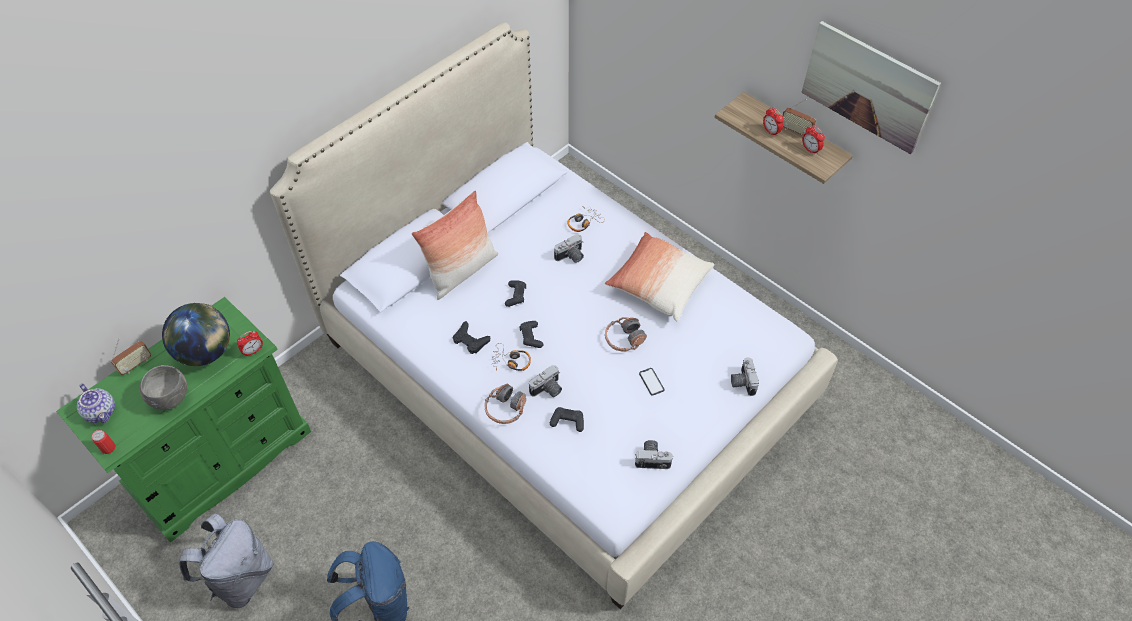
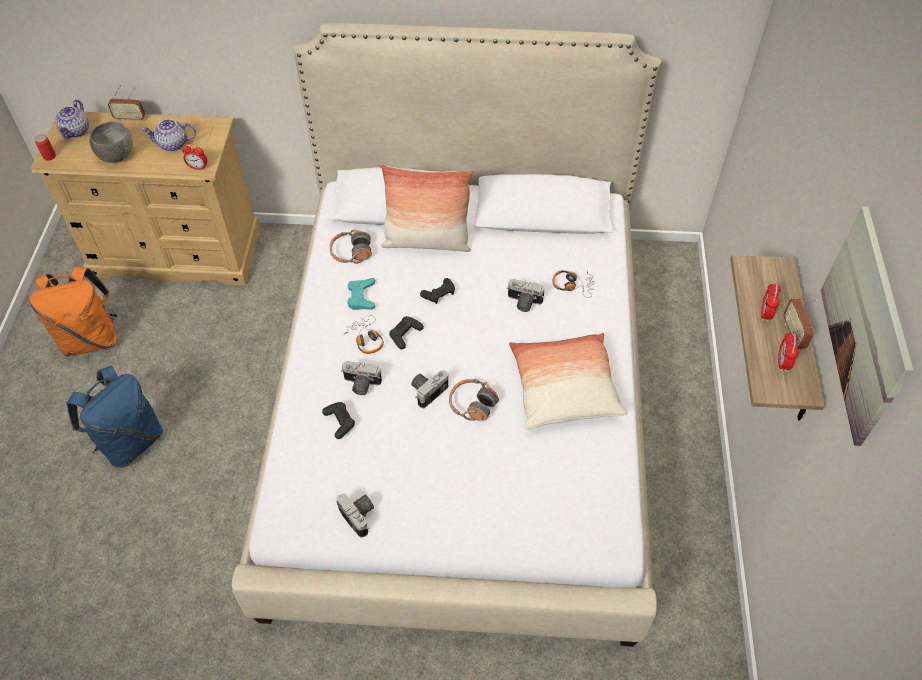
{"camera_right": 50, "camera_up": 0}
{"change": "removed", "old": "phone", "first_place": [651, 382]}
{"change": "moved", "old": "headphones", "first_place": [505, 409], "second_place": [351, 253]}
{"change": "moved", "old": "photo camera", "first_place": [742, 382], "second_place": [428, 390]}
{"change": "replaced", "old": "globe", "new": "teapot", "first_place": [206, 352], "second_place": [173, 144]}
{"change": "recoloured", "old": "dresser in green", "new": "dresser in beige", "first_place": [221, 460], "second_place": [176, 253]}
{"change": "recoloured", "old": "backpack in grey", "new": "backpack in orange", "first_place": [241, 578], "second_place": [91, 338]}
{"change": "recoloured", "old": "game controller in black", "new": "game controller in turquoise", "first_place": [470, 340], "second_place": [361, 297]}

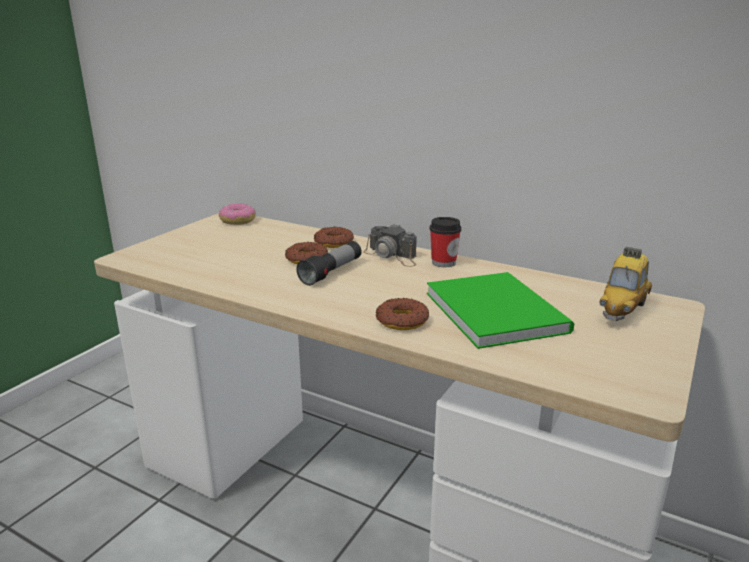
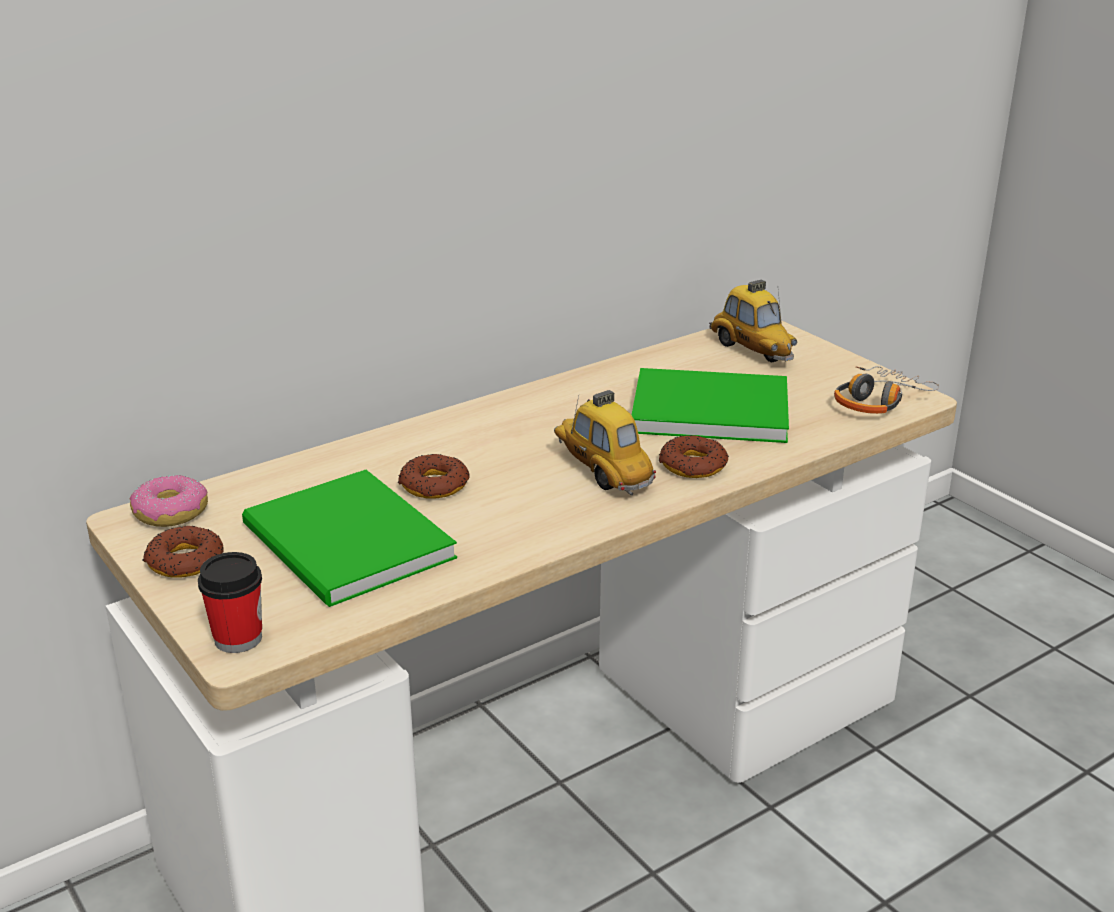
{"camera_right": -65, "camera_up": 5}
{"change": "removed", "old": "flashlight", "first_place": [331, 272]}
{"change": "removed", "old": "photo camera", "first_place": [392, 256]}
{"change": "added", "new": "book in green", "second_place": [346, 546]}
{"change": "added", "new": "toy car", "second_place": [601, 471]}
{"change": "added", "new": "headphones", "second_place": [877, 401]}
{"change": "moved", "old": "donut", "first_place": [333, 242], "second_place": [185, 561]}
{"change": "moved", "old": "cup", "first_place": [443, 262], "second_place": [238, 638]}

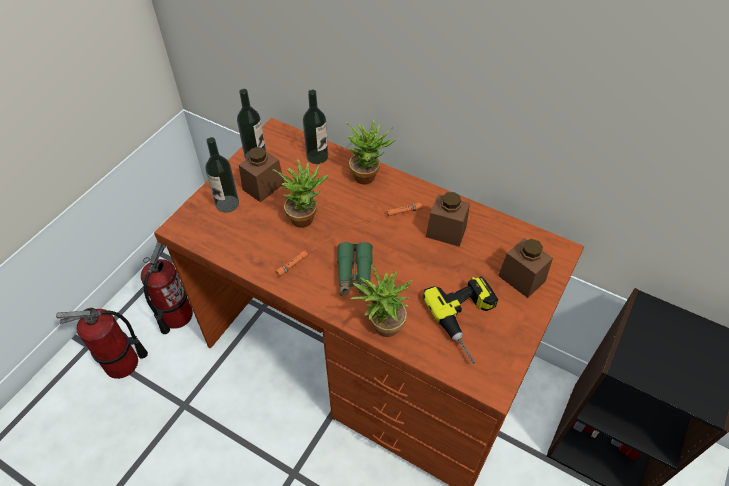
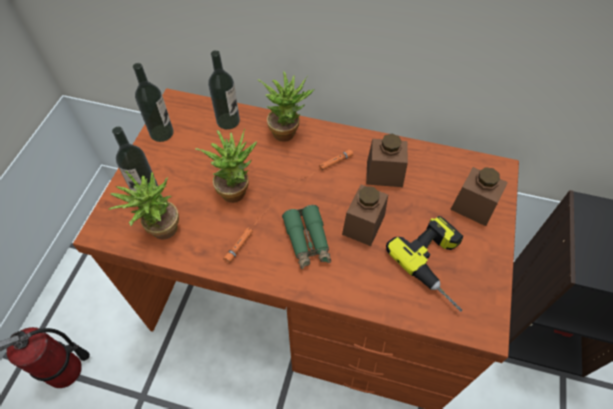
{"camera_right": -15, "camera_up": 5}
{"change": "removed", "old": "fire extinguisher", "first_place": [176, 315]}
{"change": "moved", "old": "jar in brown", "first_place": [263, 186], "second_place": [363, 225]}
{"change": "moved", "old": "potted plant", "first_place": [381, 327], "second_place": [159, 230]}

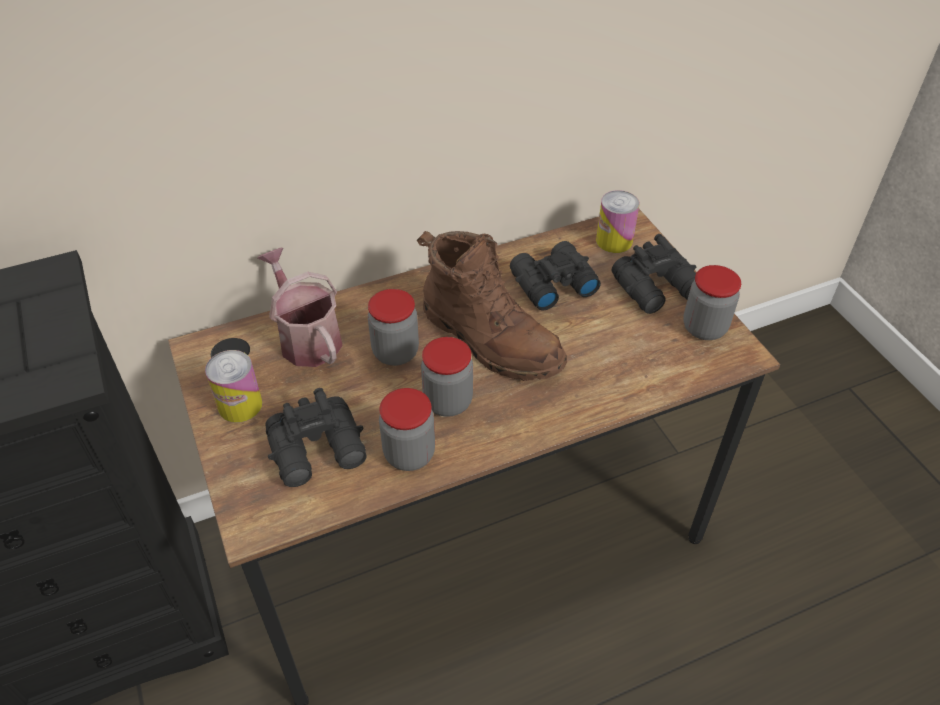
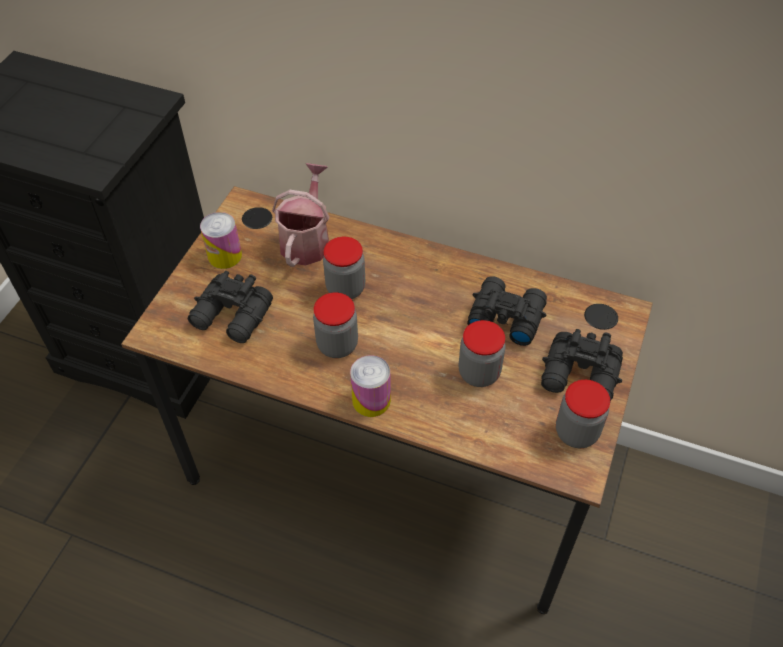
{"camera_right": 45, "camera_up": 5}
{"change": "removed", "old": "boot in brown", "first_place": [490, 339]}
{"change": "moved", "old": "jar", "first_place": [409, 454], "second_place": [479, 373]}
{"change": "moved", "old": "can", "first_place": [614, 241], "second_place": [371, 400]}

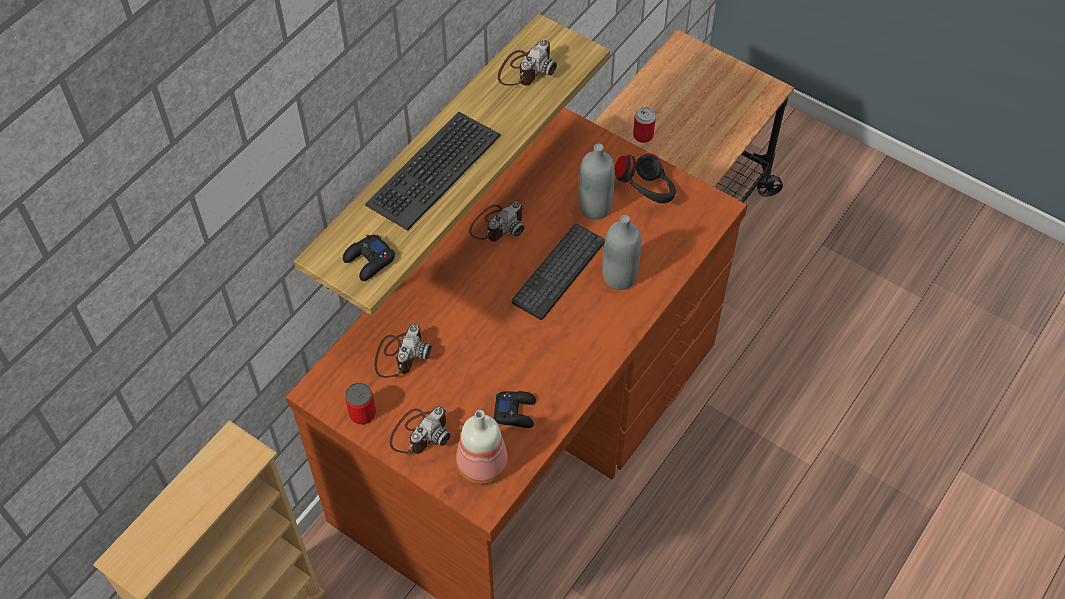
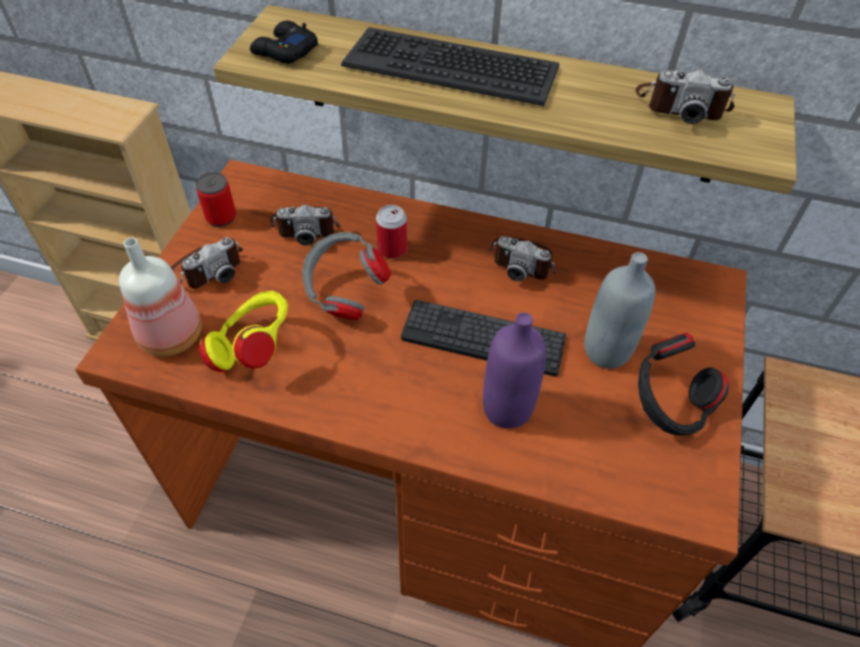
{"camera_right": 70, "camera_up": -5}
{"change": "added", "new": "headphones in grey", "second_place": [344, 294]}
{"change": "moved", "old": "can", "first_place": [643, 135], "second_place": [392, 249]}
{"change": "replaced", "old": "game controller in black", "new": "headphones in yellow", "first_place": [515, 412], "second_place": [254, 349]}
{"change": "recoloured", "old": "bottle in grey", "new": "bottle in purple", "first_place": [619, 277], "second_place": [507, 408]}
{"change": "turned", "old": "photo camera", "first_place": [419, 432], "second_place": [206, 268], "degrees": -60}

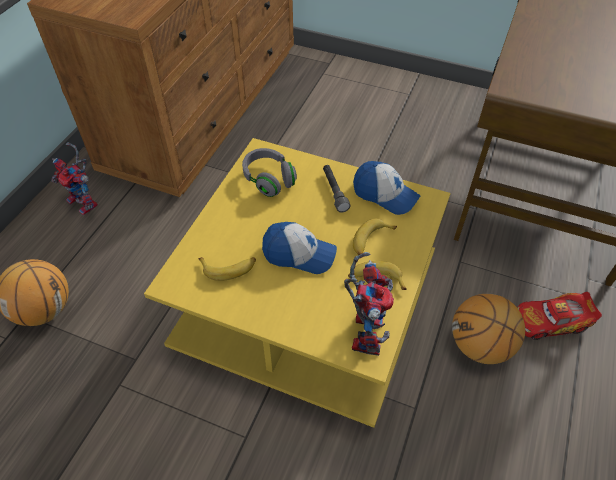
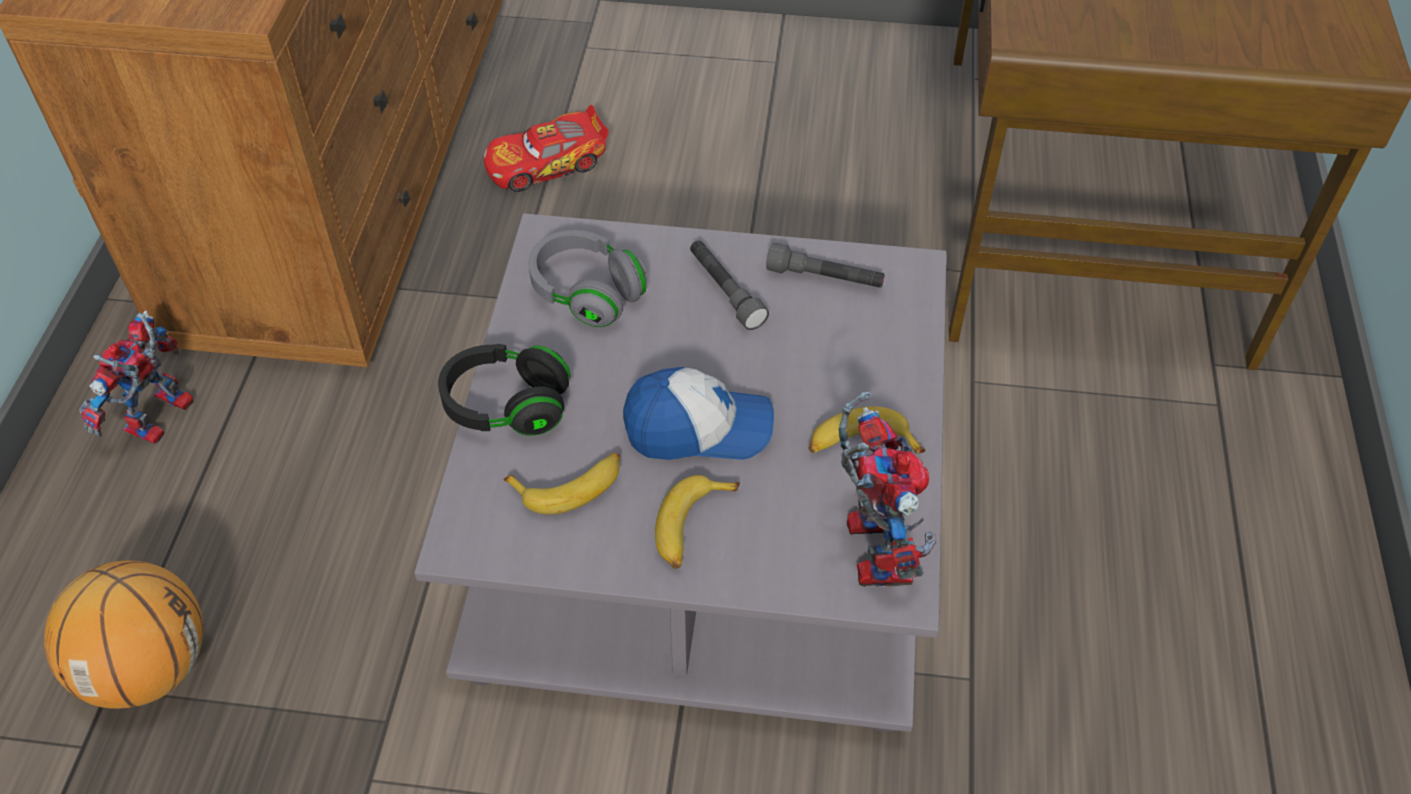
{"camera_right": -15, "camera_up": 0}
{"change": "removed", "old": "basketball", "first_place": [480, 345]}
{"change": "added", "new": "headphones in black", "second_place": [507, 406]}
{"change": "moved", "old": "banana", "first_place": [370, 241], "second_place": [692, 527]}
{"change": "moved", "old": "toy car", "first_place": [551, 321], "second_place": [547, 164]}
{"change": "replaced", "old": "cap", "new": "flashlight in grey", "first_place": [385, 194], "second_place": [825, 278]}
{"change": "recoloured", "old": "coffee table in yellow", "new": "coffee table in grey", "first_place": [306, 302], "second_place": [701, 526]}
{"change": "turned", "old": "toy robot", "first_place": [86, 203], "second_place": [160, 422], "degrees": 90}

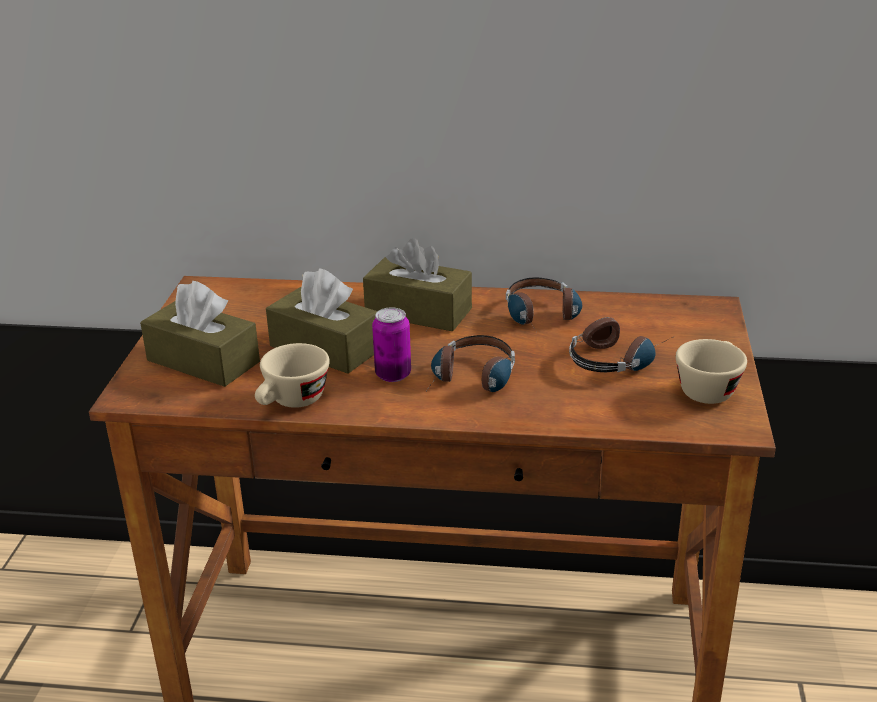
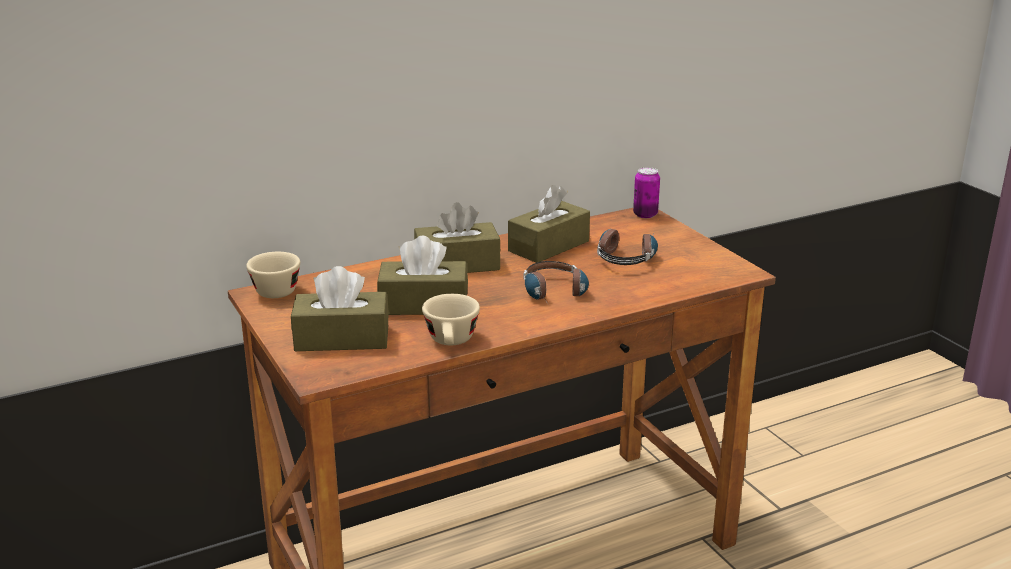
{"camera_right": -35, "camera_up": -5}
{"change": "moved", "old": "can", "first_place": [393, 375], "second_place": [645, 215]}
{"change": "moved", "old": "cup in beige", "first_place": [709, 388], "second_place": [276, 289]}
{"change": "replaced", "old": "headphones", "new": "tissue box in brown", "first_place": [544, 318], "second_place": [548, 246]}

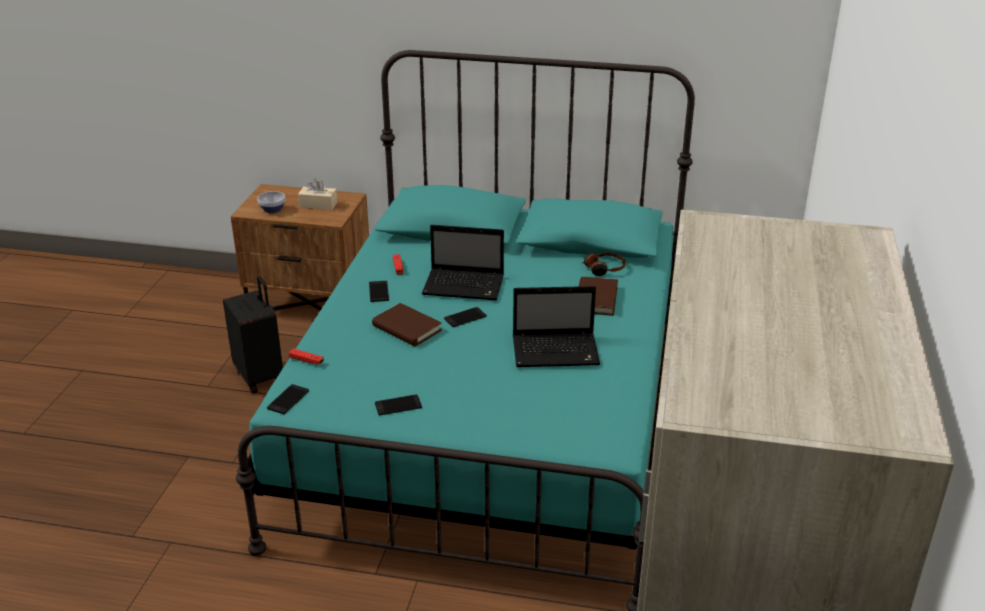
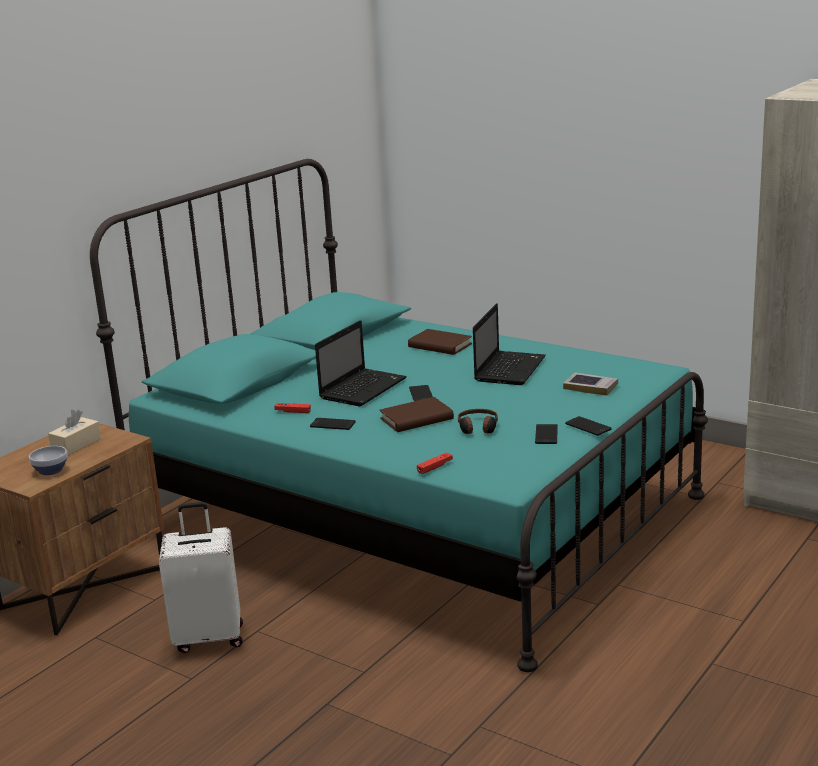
{"camera_right": -65, "camera_up": -10}
{"change": "added", "new": "book", "second_place": [590, 387]}
{"change": "moved", "old": "phone", "first_place": [288, 399], "second_place": [588, 426]}
{"change": "moved", "old": "headphones", "first_place": [603, 269], "second_place": [478, 428]}
{"change": "recoloured", "old": "suitcase in black", "new": "suitcase in white", "first_place": [261, 376], "second_place": [209, 637]}

